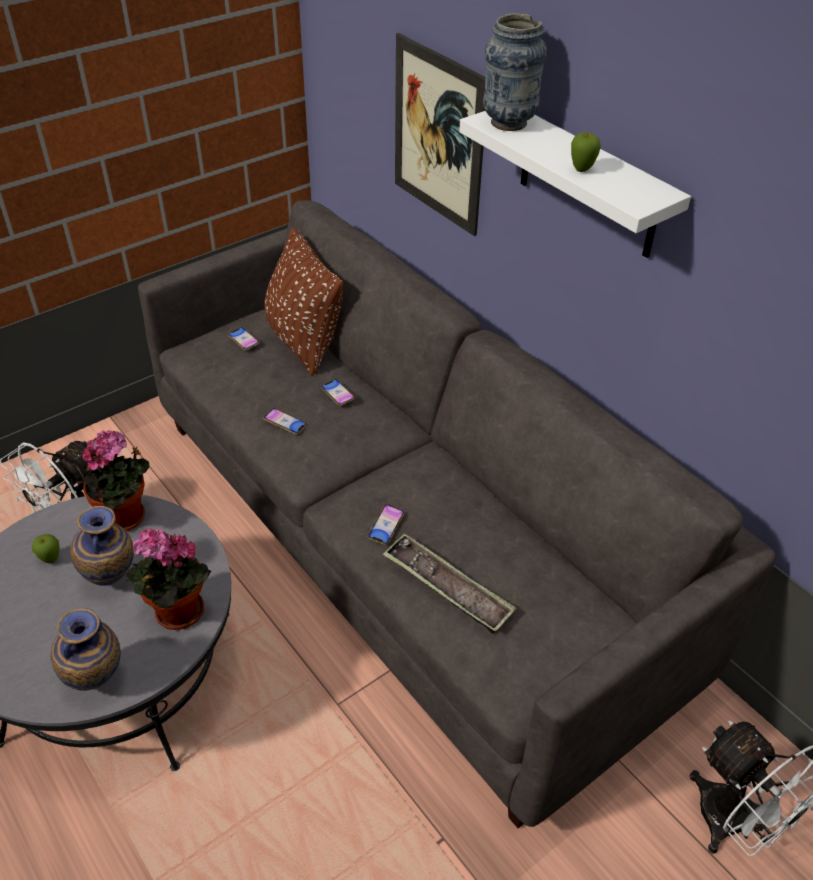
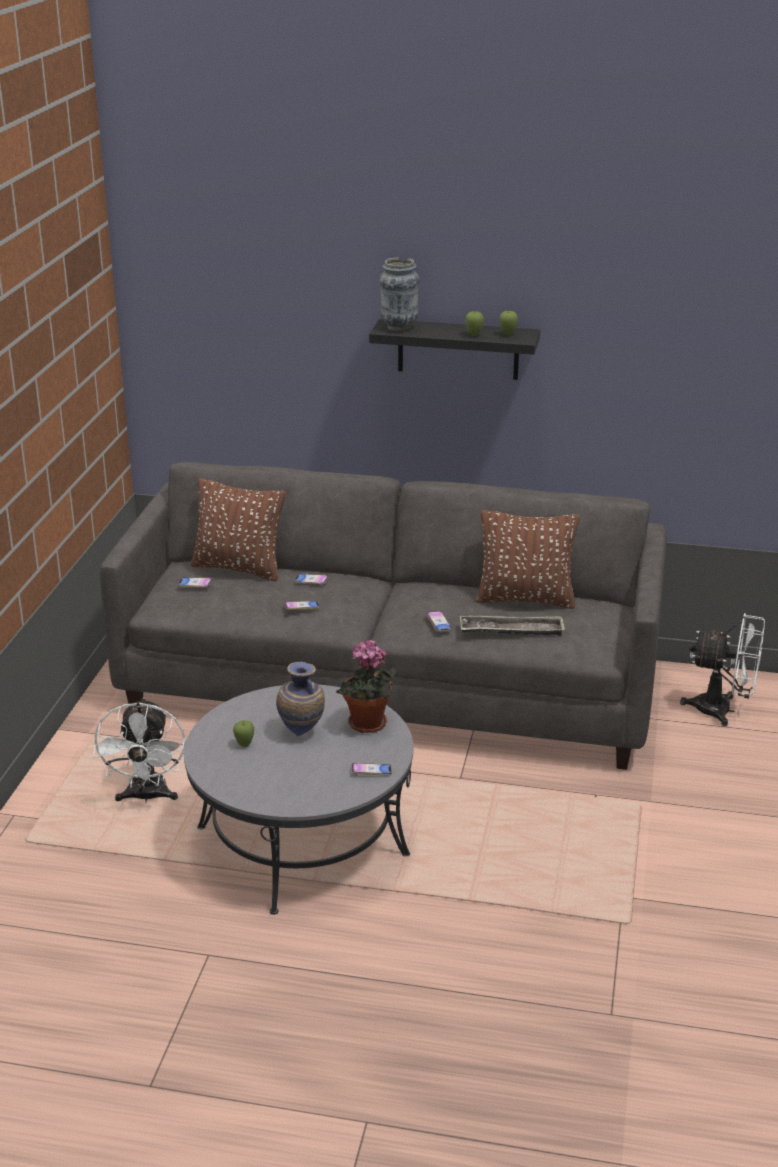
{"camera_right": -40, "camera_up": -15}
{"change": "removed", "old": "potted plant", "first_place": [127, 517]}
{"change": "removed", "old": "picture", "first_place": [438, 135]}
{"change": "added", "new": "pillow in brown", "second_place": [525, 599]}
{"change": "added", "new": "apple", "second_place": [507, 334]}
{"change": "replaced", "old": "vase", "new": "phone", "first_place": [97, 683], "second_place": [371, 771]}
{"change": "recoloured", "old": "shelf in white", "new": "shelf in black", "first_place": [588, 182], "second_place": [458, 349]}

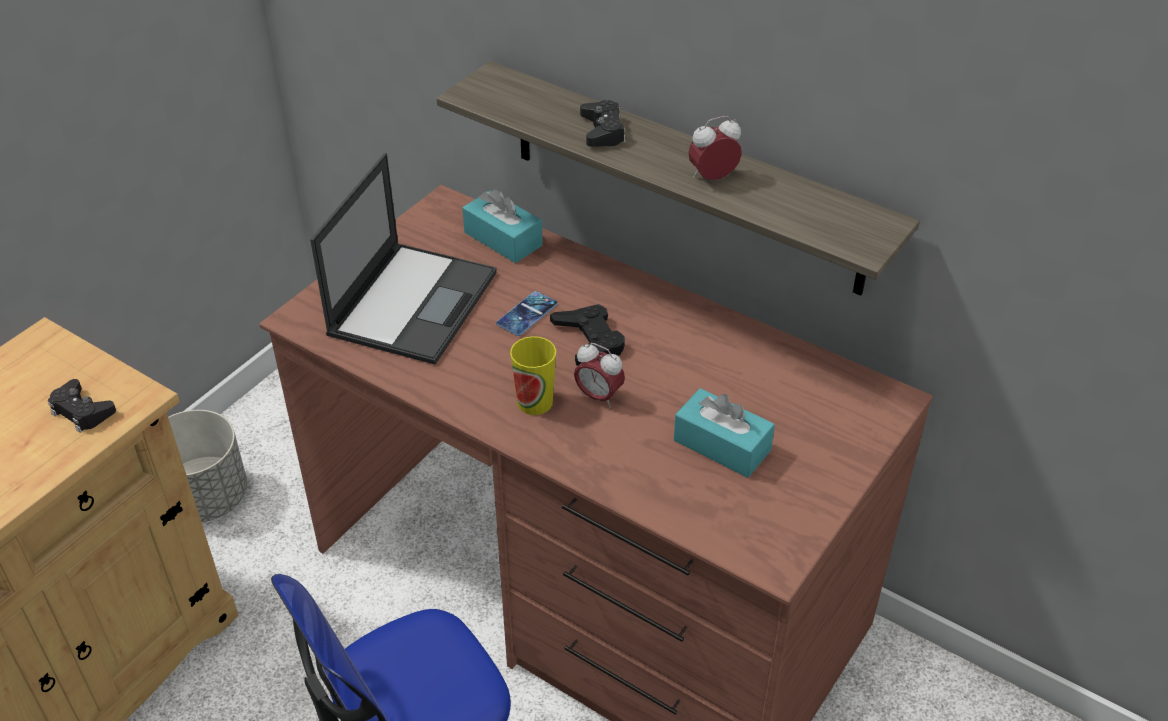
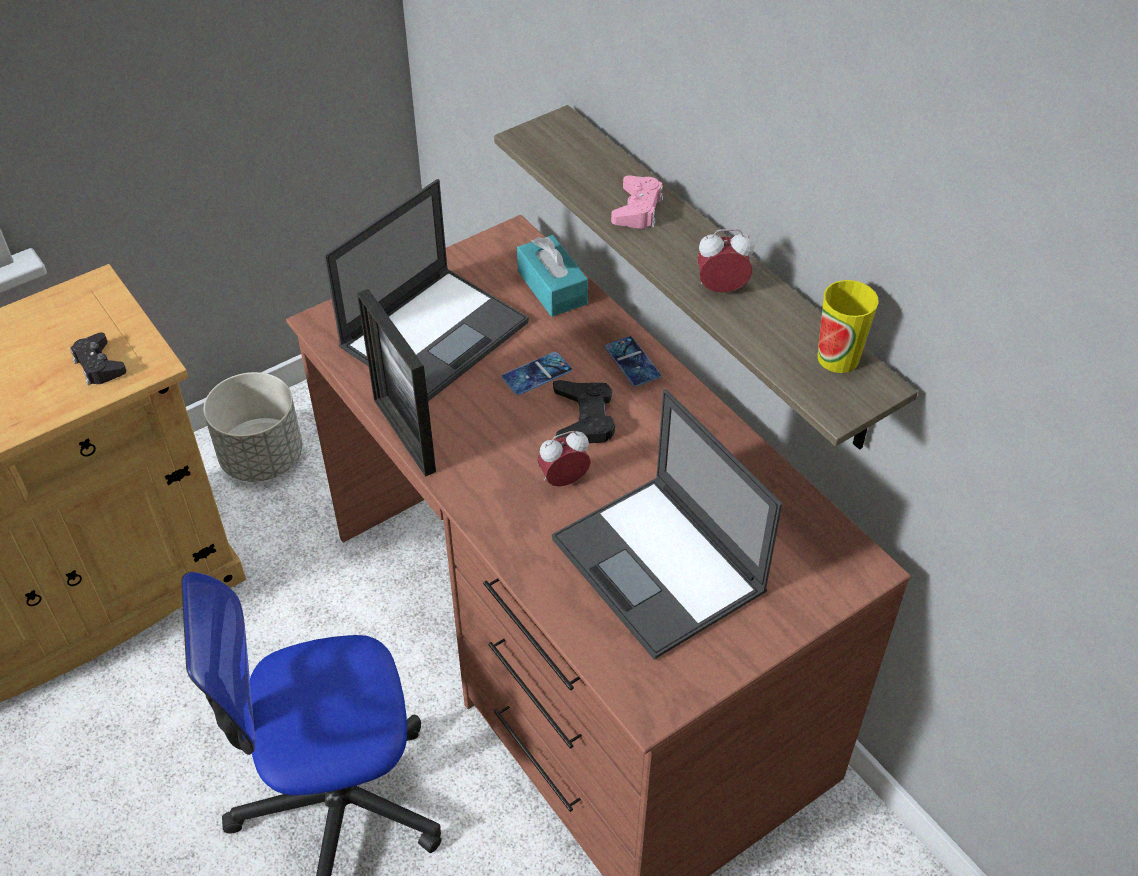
{"camera_right": 20, "camera_up": 5}
{"change": "added", "new": "picture frame", "second_place": [404, 435]}
{"change": "added", "new": "phone", "second_place": [632, 362]}
{"change": "moved", "old": "cup", "first_place": [535, 402], "second_place": [838, 358]}
{"change": "replaced", "old": "tissue box in turquoise", "new": "laptop", "first_place": [722, 445], "second_place": [660, 567]}
{"change": "recoloured", "old": "game controller in black", "new": "game controller in pink", "first_place": [603, 131], "second_place": [638, 209]}
{"change": "turned", "old": "alarm clock", "first_place": [598, 396], "second_place": [564, 480], "degrees": 105}

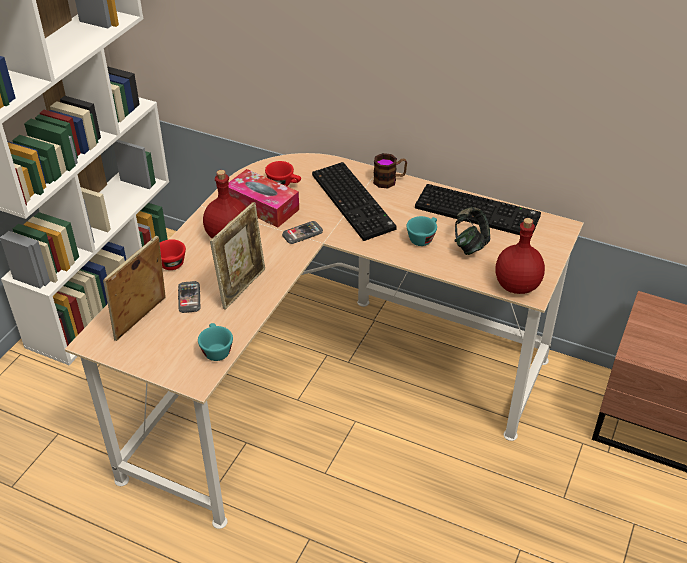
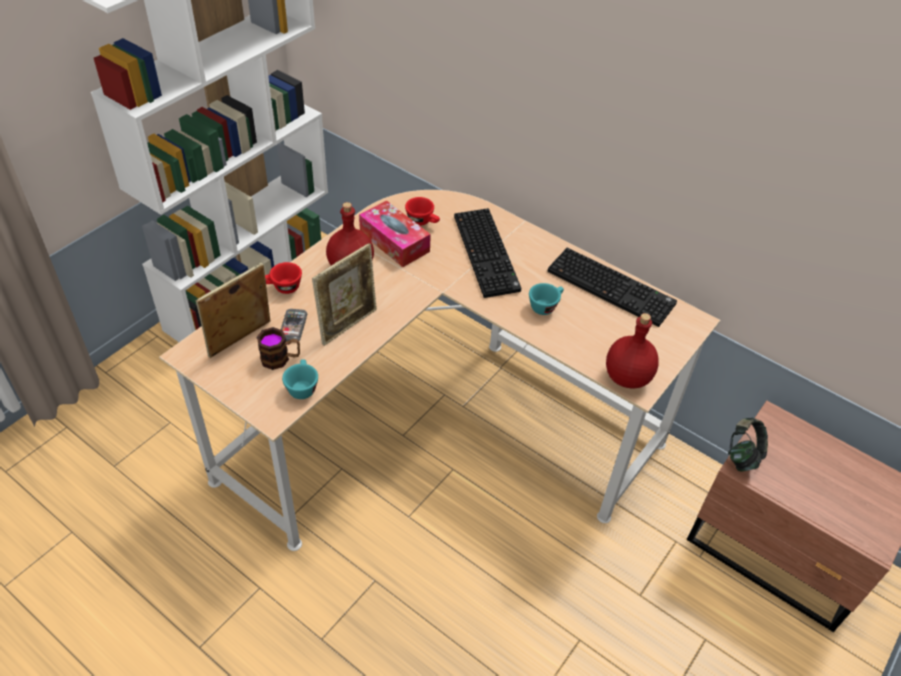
{"camera_right": 10, "camera_up": 5}
{"change": "removed", "old": "phone", "first_place": [302, 233]}
{"change": "moved", "old": "mug", "first_place": [389, 180], "second_place": [281, 359]}
{"change": "moved", "old": "headphones", "first_place": [470, 245], "second_place": [743, 456]}

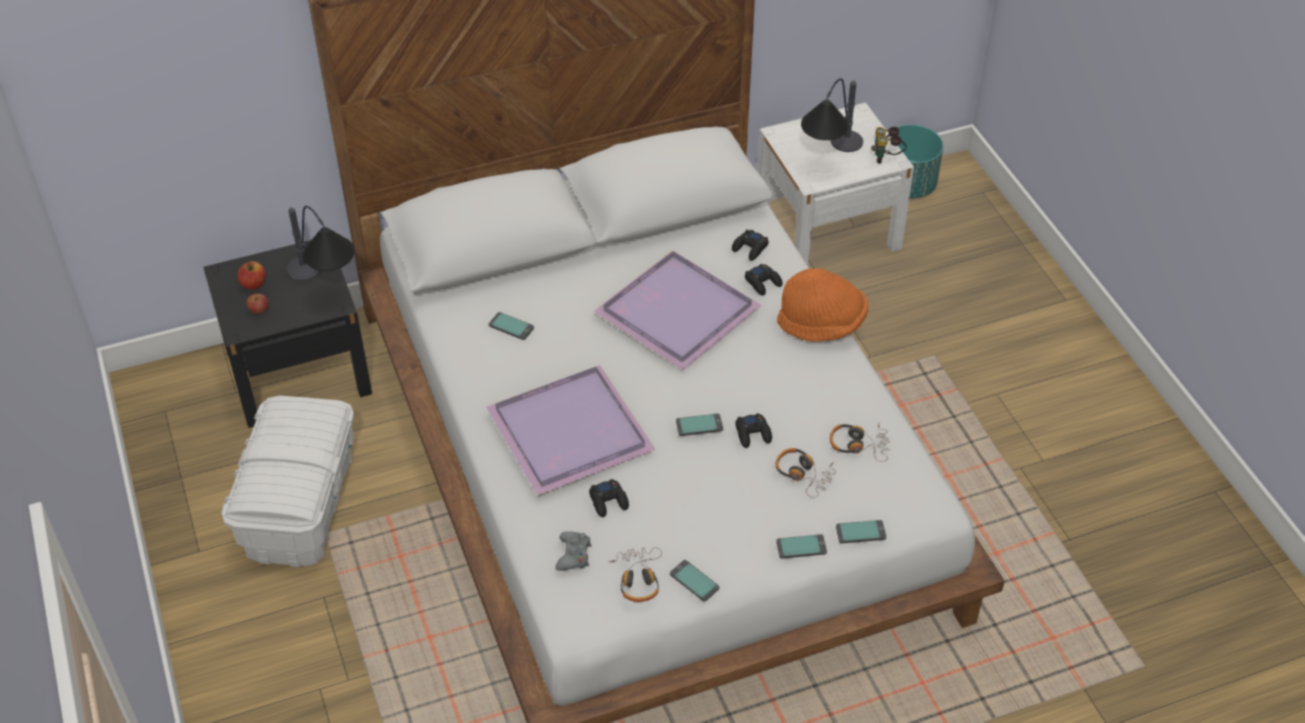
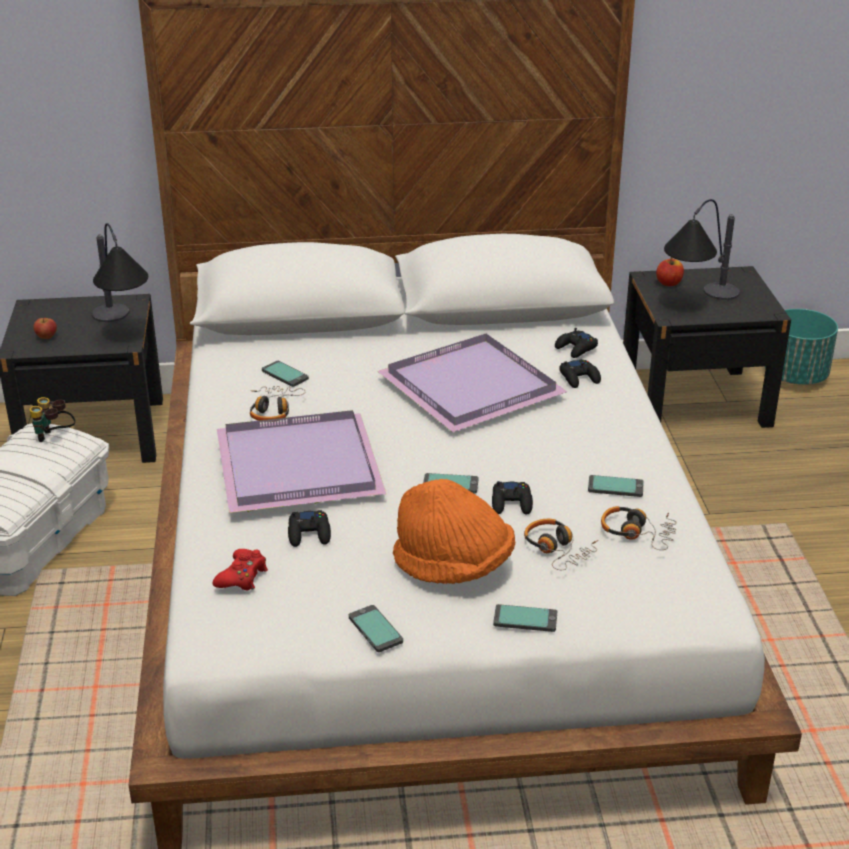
{"camera_right": 15, "camera_up": -15}
{"change": "moved", "old": "apple", "first_place": [253, 284], "second_place": [669, 283]}
{"change": "moved", "old": "headphones", "first_place": [638, 578], "second_place": [273, 410]}
{"change": "moved", "old": "hat in orange", "first_place": [822, 324], "second_place": [454, 566]}
{"change": "moved", "old": "phone", "first_place": [860, 532], "second_place": [615, 487]}
{"change": "moved", "old": "binoculars", "first_place": [887, 158], "second_place": [55, 438]}
{"change": "recoloured", "old": "game controller in grey", "new": "game controller in red", "first_place": [574, 555], "second_place": [242, 577]}
{"change": "recoloured", "old": "nightstand in white", "new": "nightstand in black", "first_place": [827, 230], "second_place": [694, 400]}

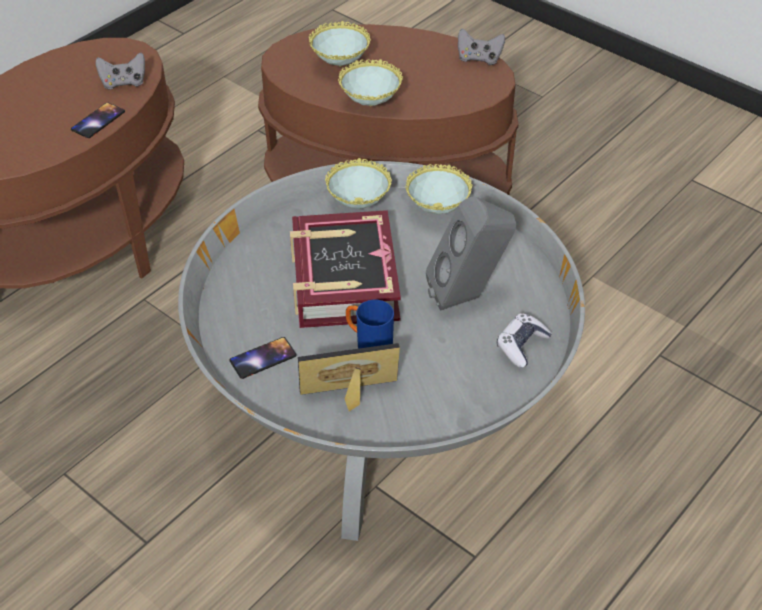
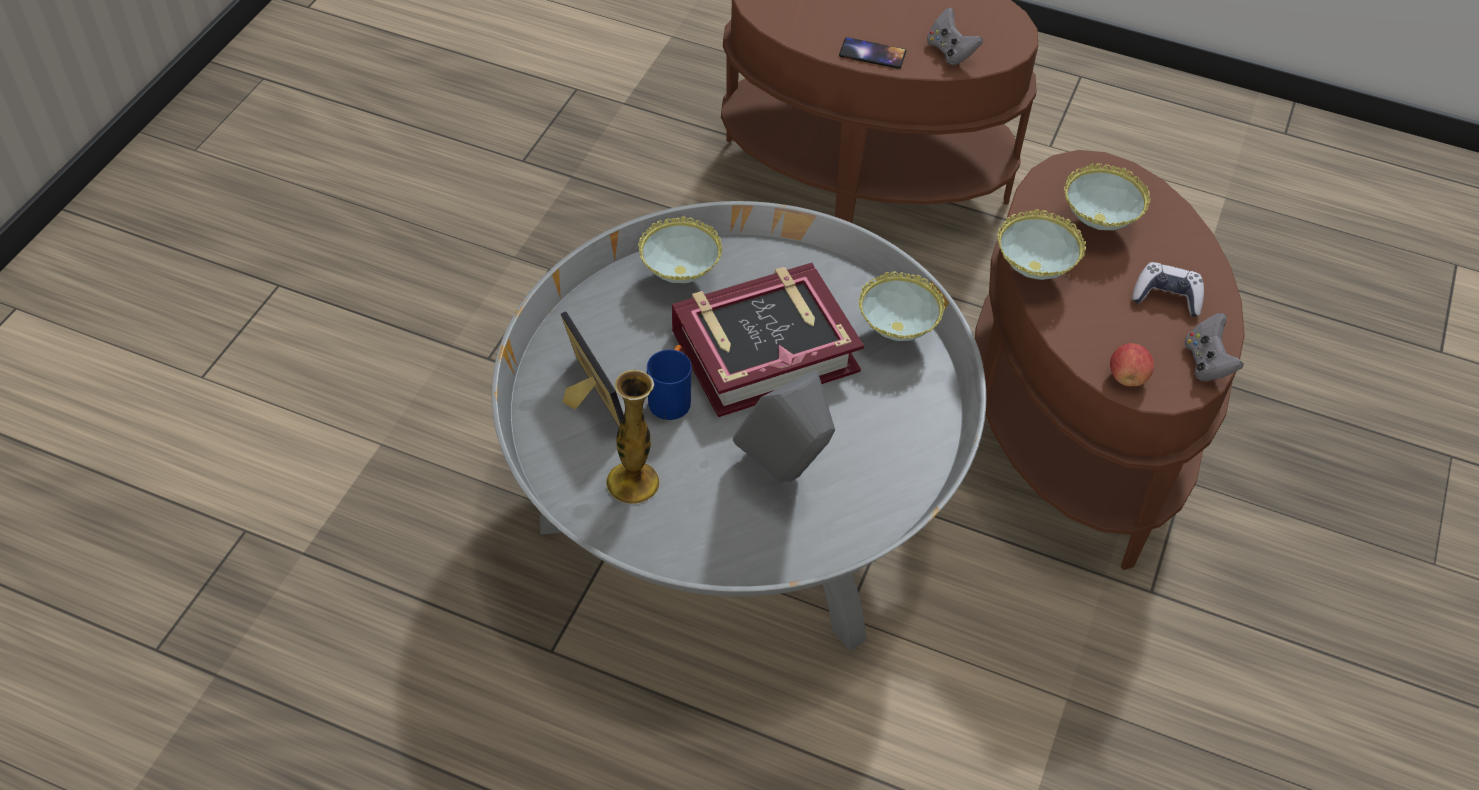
{"camera_right": 70, "camera_up": 5}
{"change": "removed", "old": "phone", "first_place": [263, 358]}
{"change": "added", "new": "vase", "second_place": [633, 482]}
{"change": "added", "new": "apple", "second_place": [1127, 377]}
{"change": "moved", "old": "bowl", "first_place": [437, 212], "second_place": [680, 277]}
{"change": "moved", "old": "game controller", "first_place": [521, 345], "second_place": [1167, 297]}

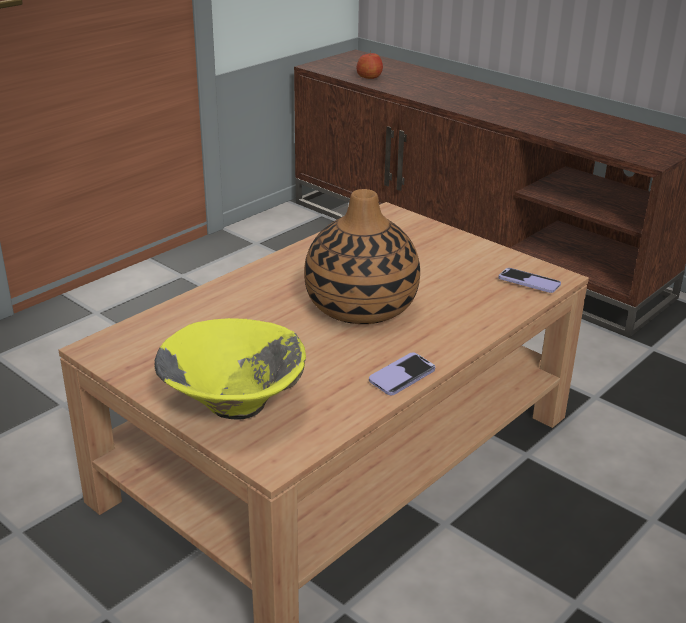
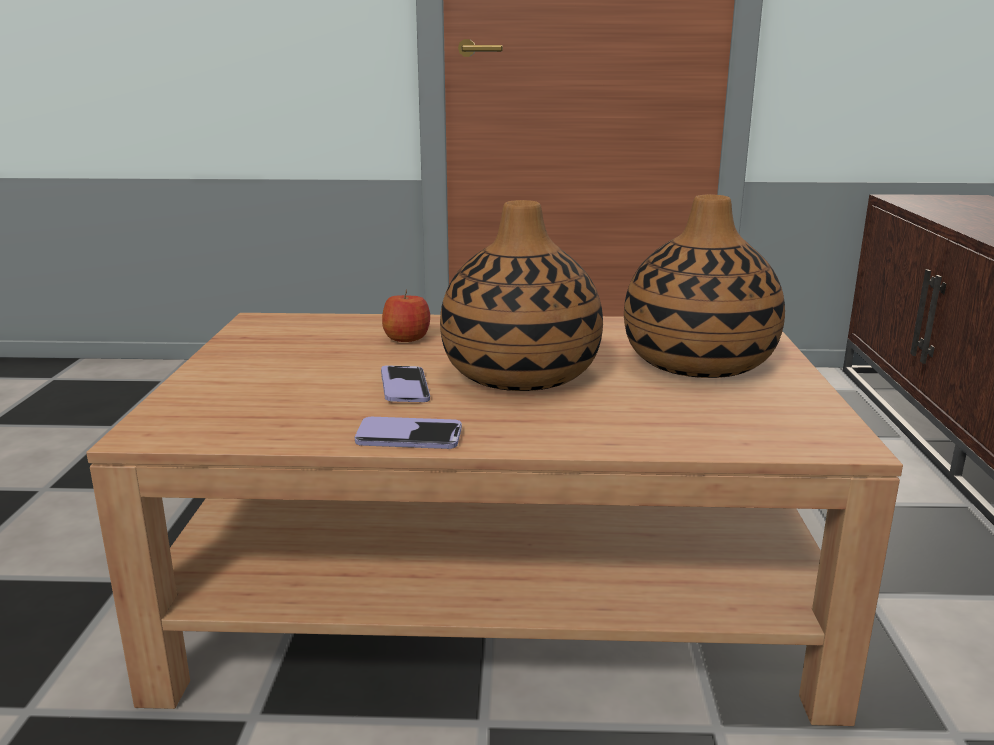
{"camera_right": 50, "camera_up": -10}
{"change": "removed", "old": "bowl in yellow", "first_place": [234, 405]}
{"change": "added", "new": "vase", "second_place": [698, 362]}
{"change": "moved", "old": "apple", "first_place": [369, 77], "second_place": [406, 338]}
{"change": "moved", "old": "phone", "first_place": [529, 282], "second_place": [404, 387]}

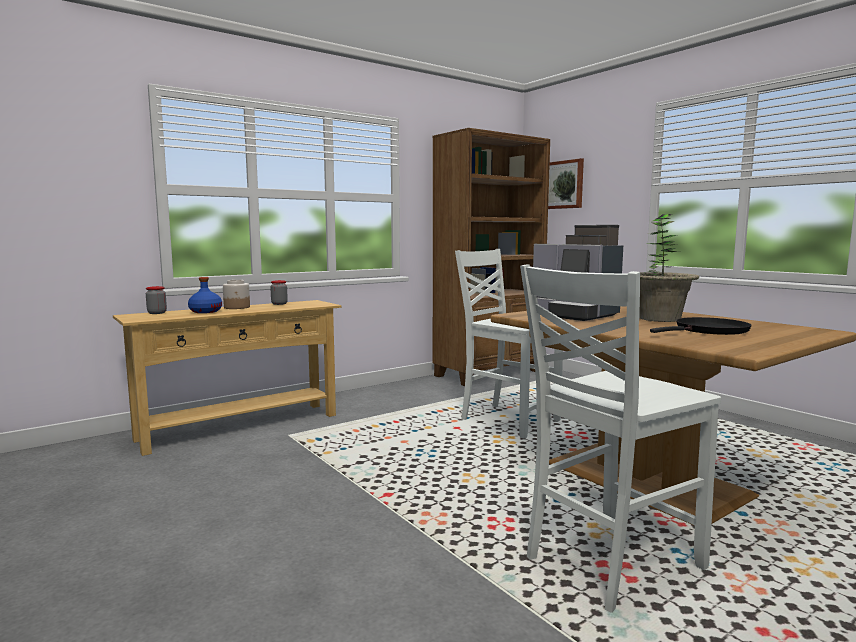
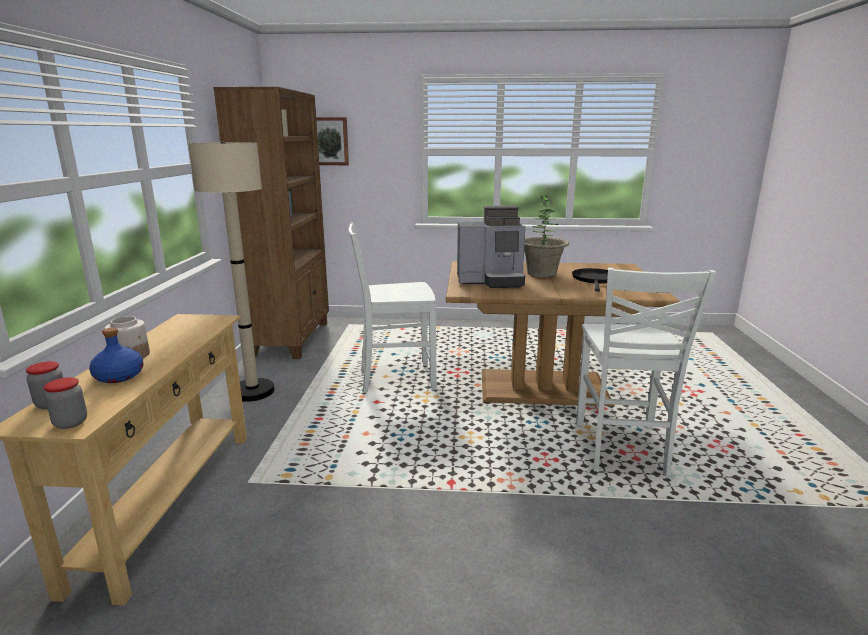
{"camera_right": -50, "camera_up": 10}
{"change": "added", "new": "floor lamp in beige", "second_place": [253, 391]}
{"change": "moved", "old": "jar", "first_place": [279, 304], "second_place": [70, 423]}

